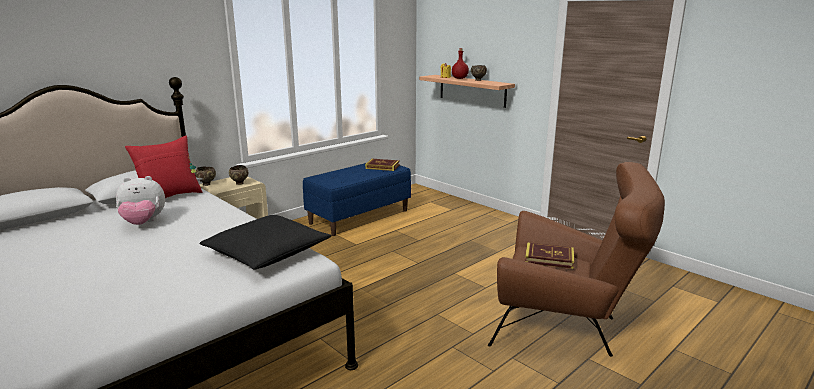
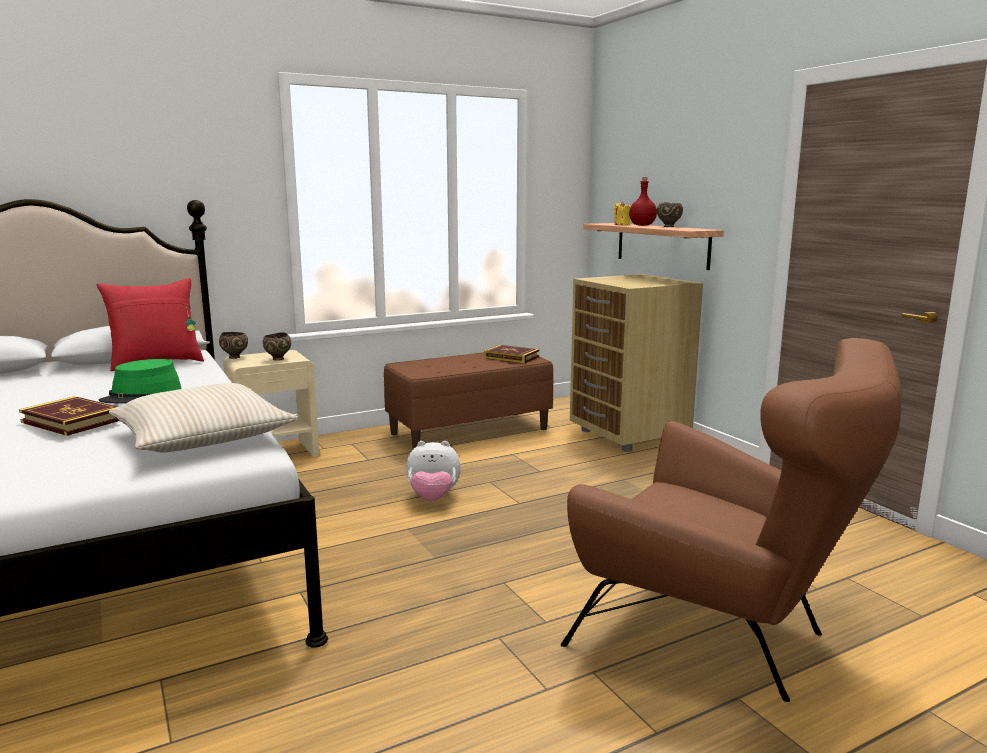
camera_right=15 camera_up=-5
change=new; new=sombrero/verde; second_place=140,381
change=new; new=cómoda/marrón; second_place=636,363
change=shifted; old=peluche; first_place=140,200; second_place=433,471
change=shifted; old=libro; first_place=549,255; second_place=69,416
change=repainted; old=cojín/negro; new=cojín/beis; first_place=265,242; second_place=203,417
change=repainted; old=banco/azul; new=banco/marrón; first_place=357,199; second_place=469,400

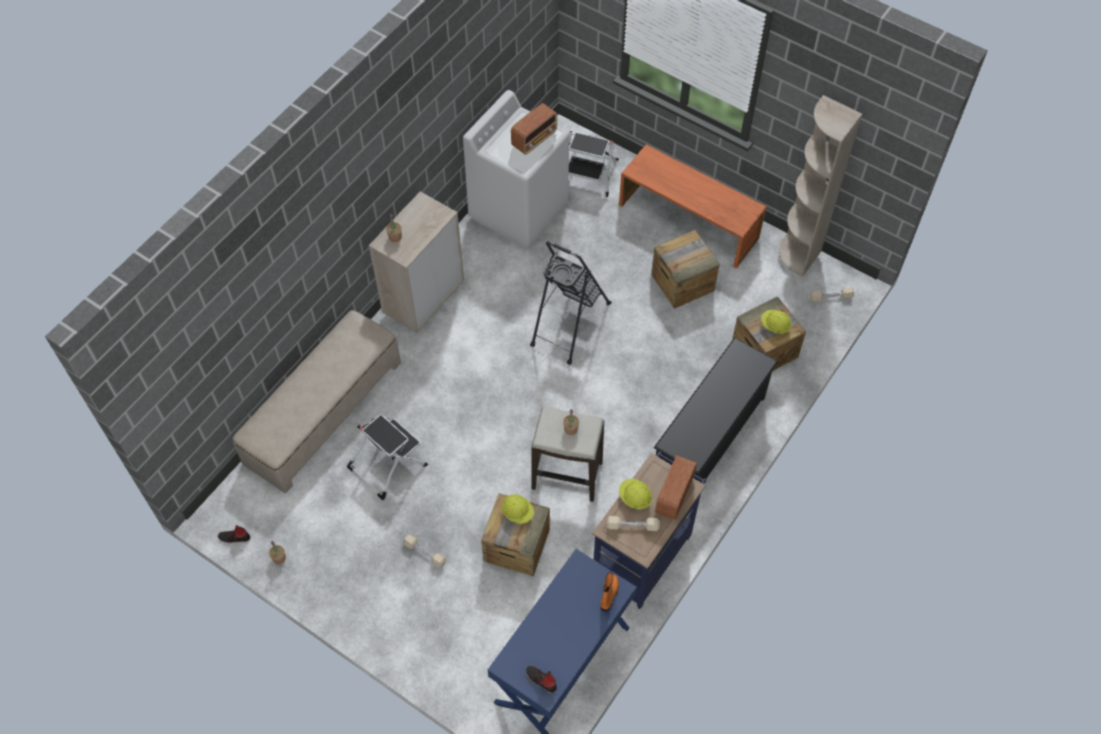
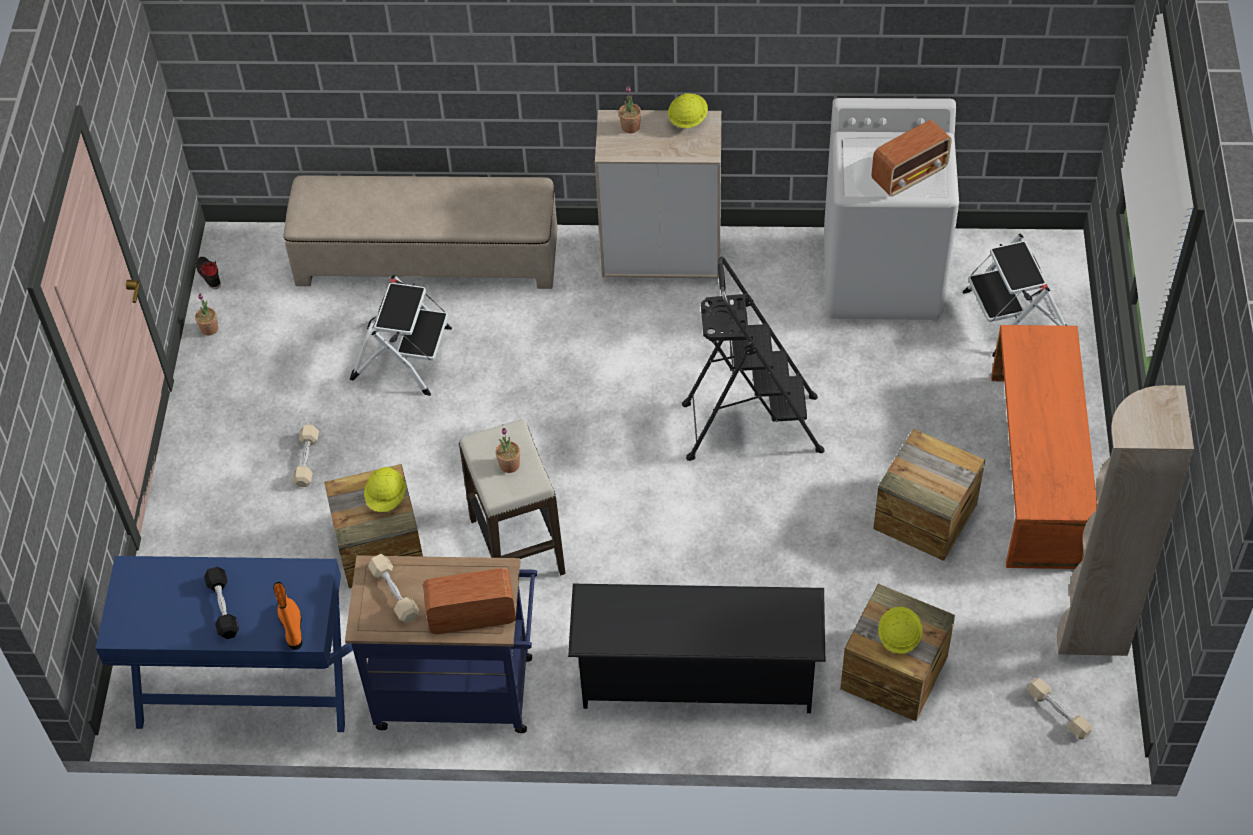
camera_right=60 camera_up=-5
change=gone; old=zapato/negro; first_place=541,679
change=new; new=mancuerna/negro; second_place=221,603
change=shifted; old=casco/amarillo; first_place=635,494; second_place=688,110
change=rotated; old=radio; first_place=534,129; second_place=911,158; degrees=-45
change=rotated; old=bota/naranja; first_place=610,592; second_place=288,616; degrees=-90

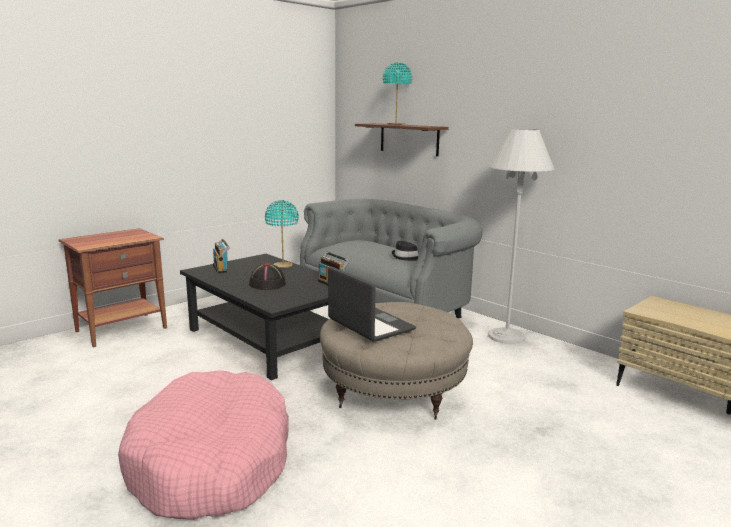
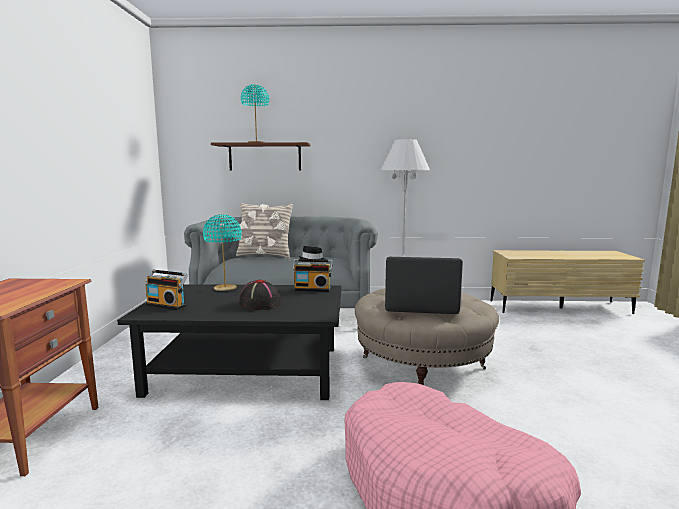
camera_right=-45 camera_up=-5
change=new; new=cojín/beis; second_place=264,230

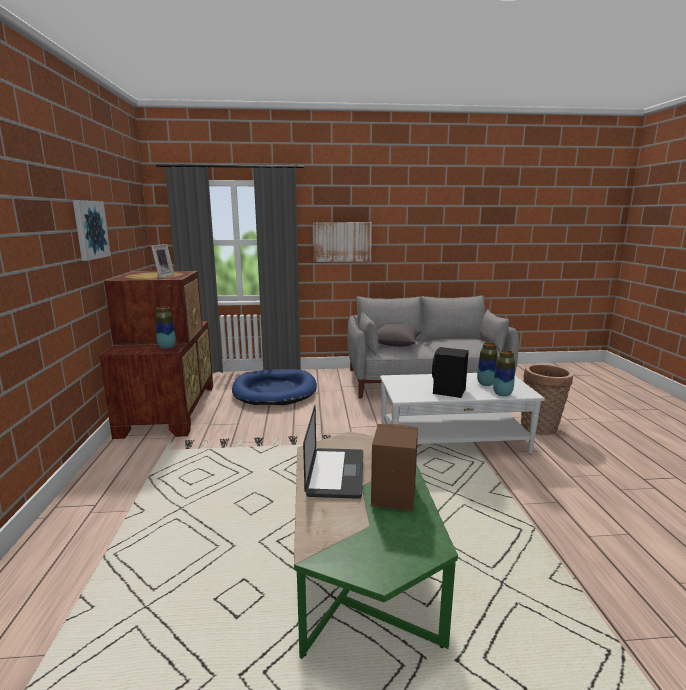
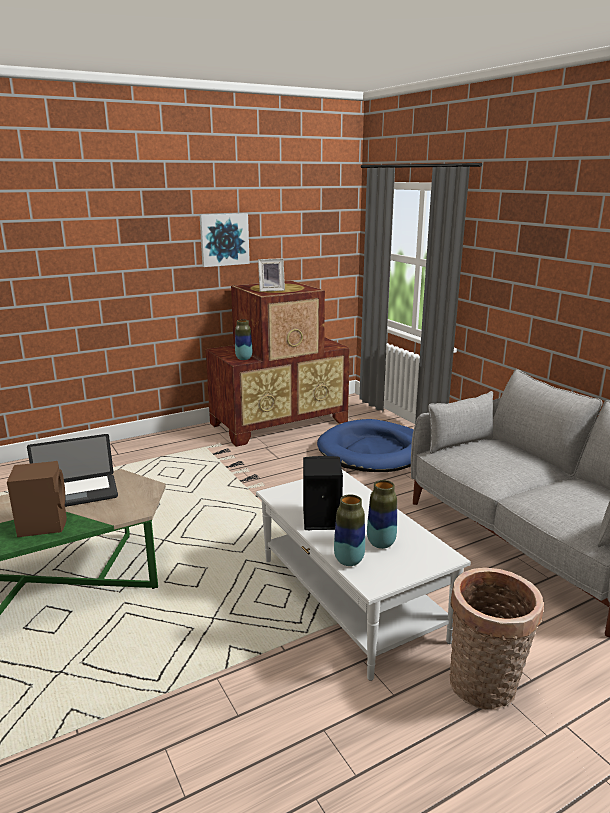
camera_right=65 camera_up=5
change=gone; old=cuadro; first_place=342,242
change=gone; old=cojín/gris; first_place=399,335

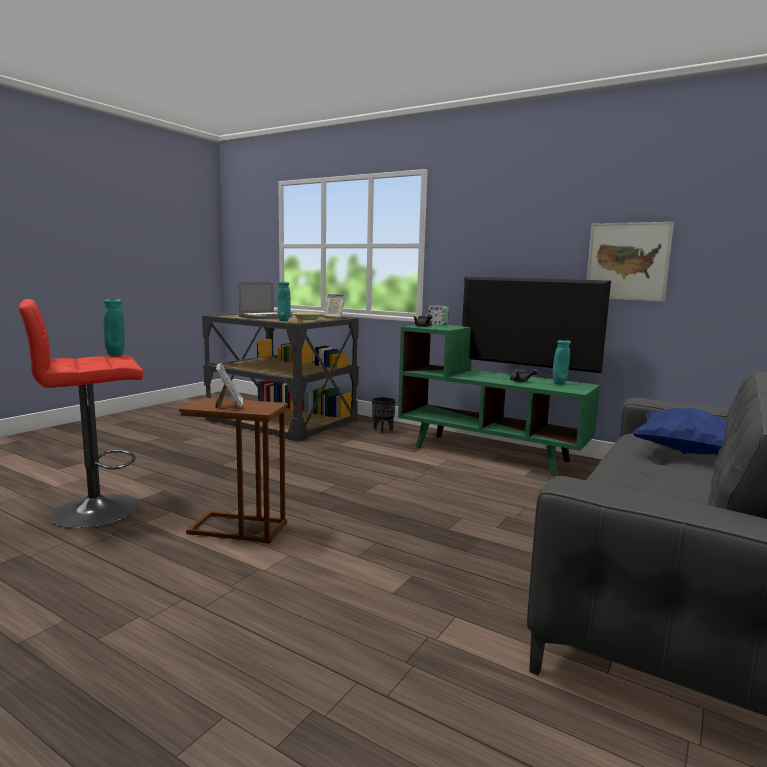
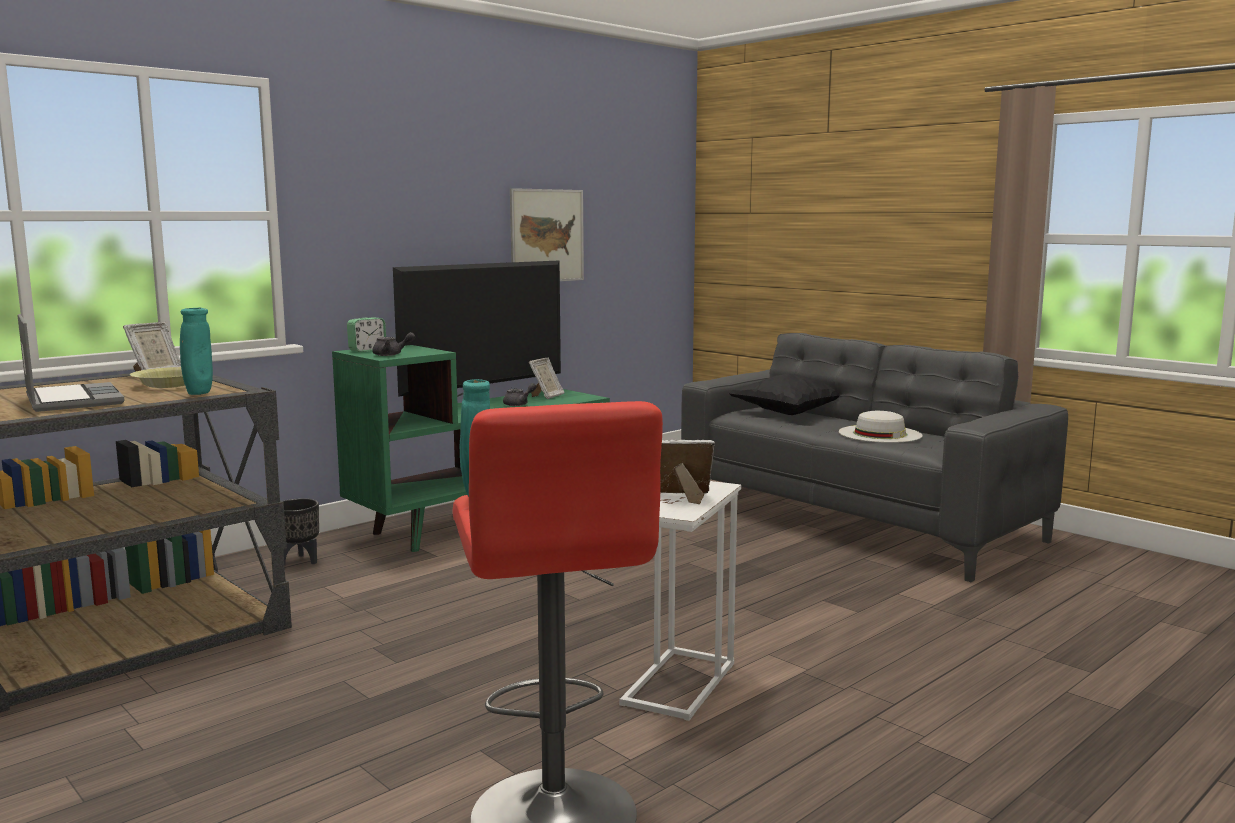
camera_right=-75 camera_up=0
change=new; new=sombrero/blanco; second_place=880,427
change=swapped; old=florero/turquesa; new=portarretratos; first_place=562,362; second_place=546,378
change=repainted; old=mesa auxiliar/marrón; new=mesa auxiliar/blanco; first_place=233,471; second_place=680,601
change=repainted; old=cojín/azul; new=cojín/negro; first_place=679,431; second_place=784,394

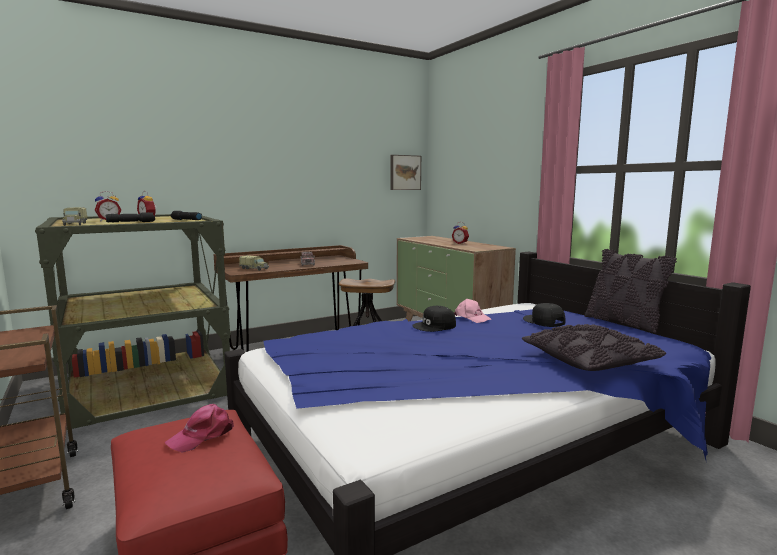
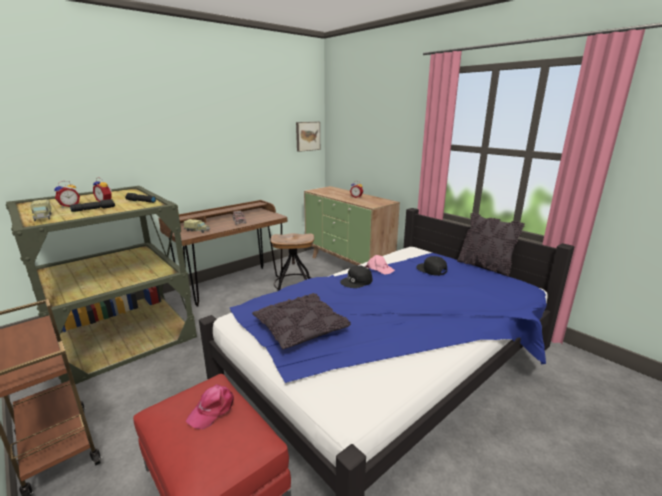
camera_right=-10 camera_up=10
change=shifted; old=cojín/negro; first_place=594,347; second_place=301,321

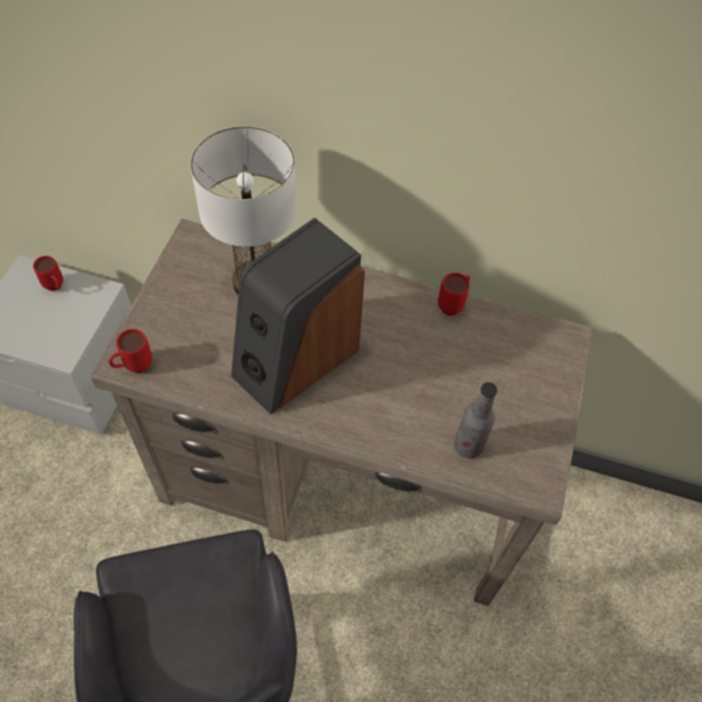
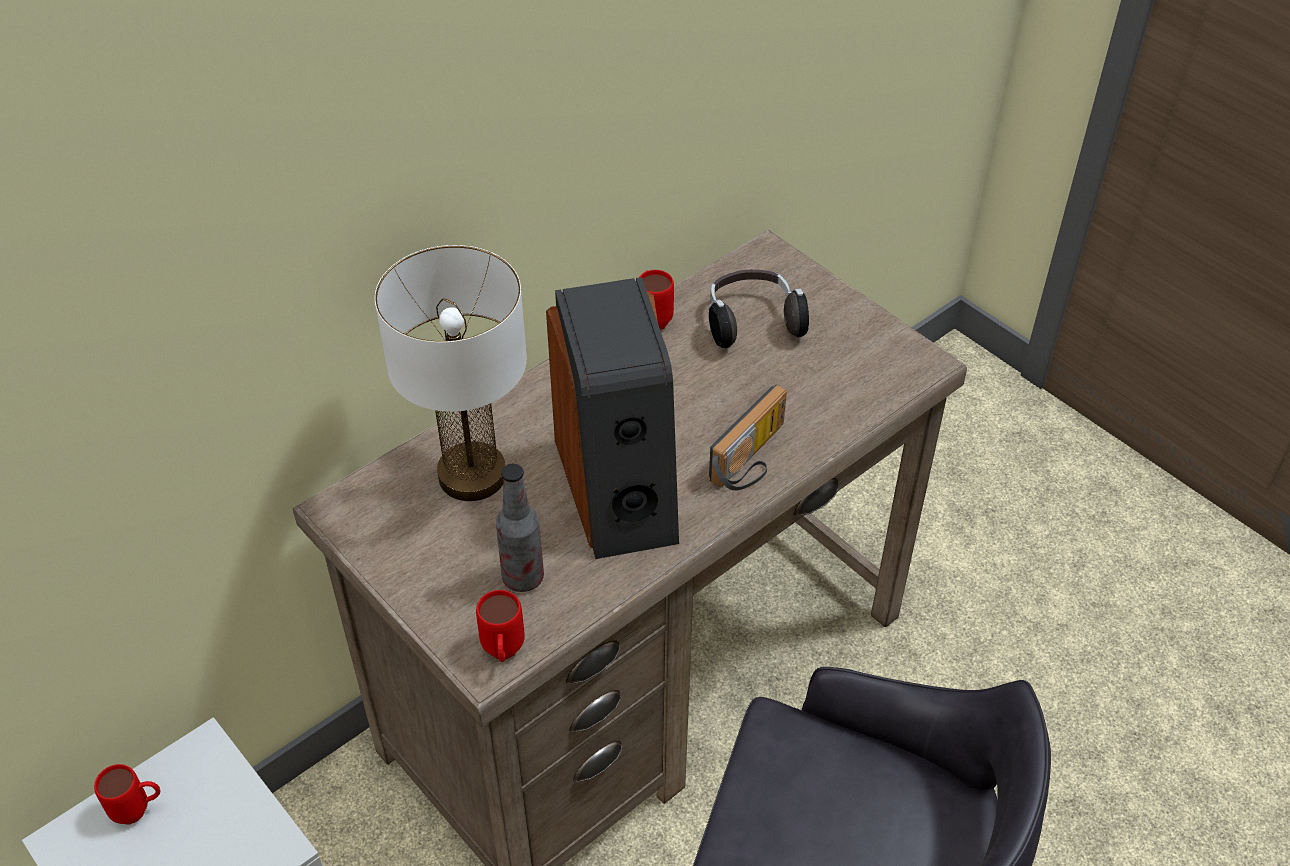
camera_right=-55 camera_up=-10
change=new; new=auriculares; second_place=758,309
change=new; new=radio; second_place=748,438
change=shifted; old=botella; first_place=476,420; second_place=520,528

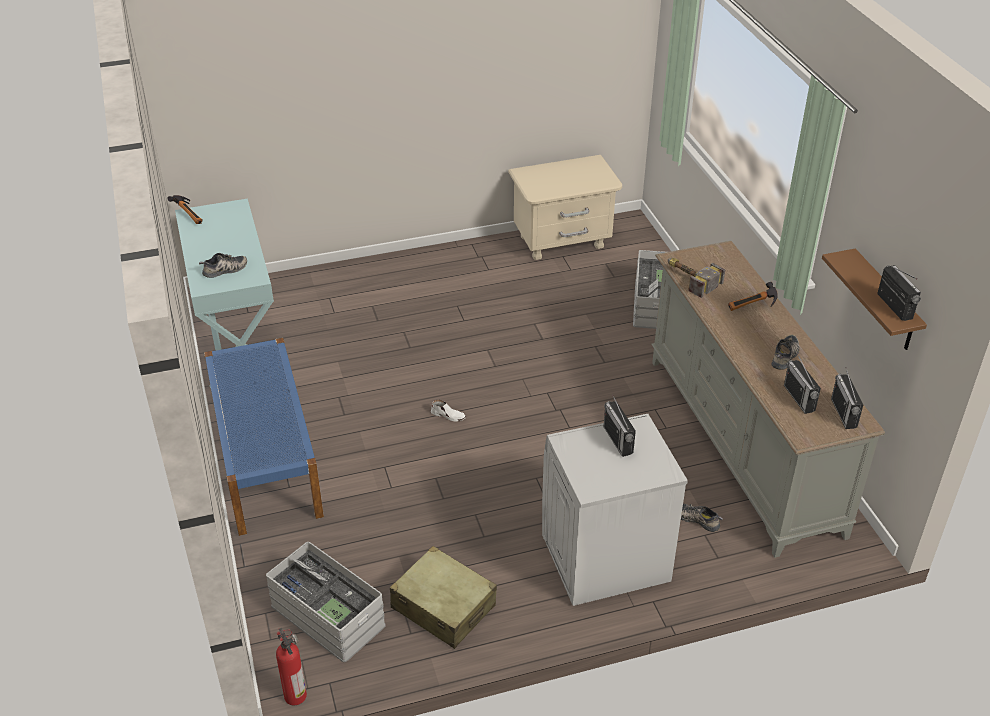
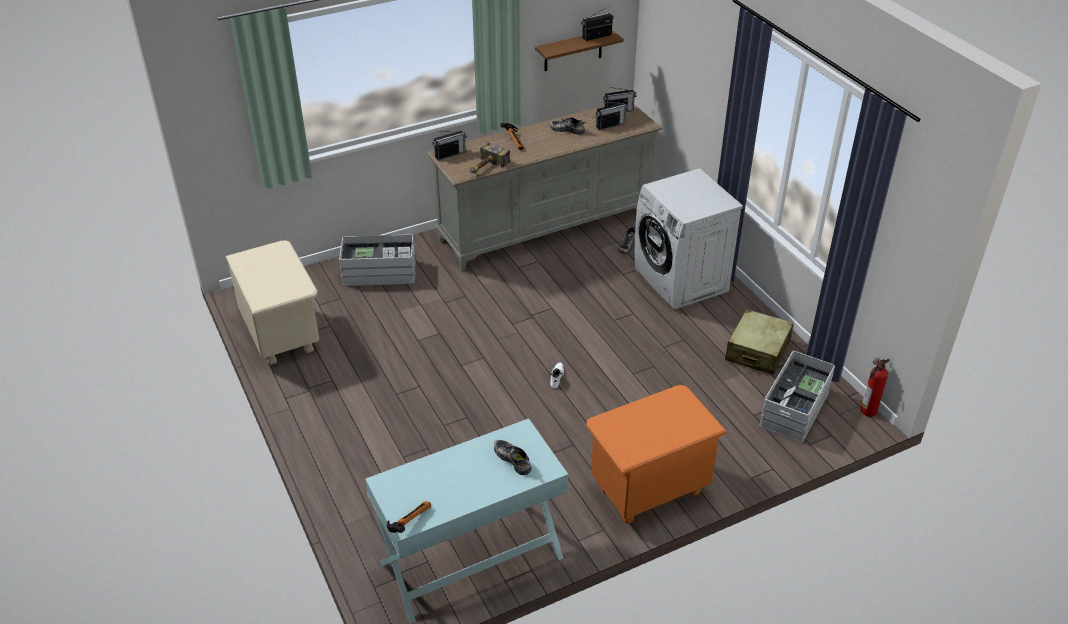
camera_right=-100 camera_up=0
change=shifted; old=radio; first_place=620,426; second_place=449,145
change=swapped; old=banco/azul; new=mesita de noche/naranja; first_place=264,437; second_place=656,454

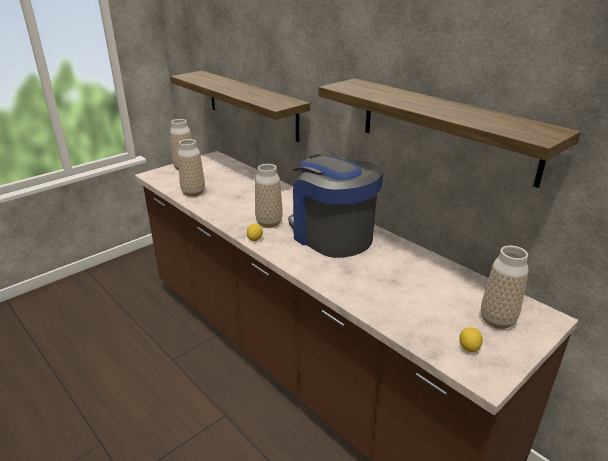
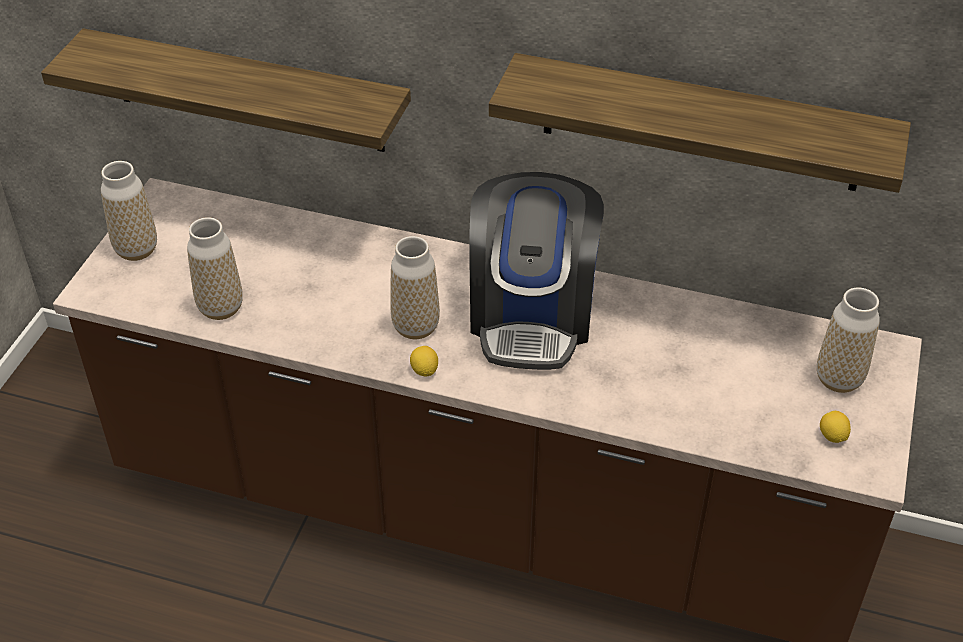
camera_right=-30 camera_up=15
change=rotated; old=cafetera; first_place=335,206; second_place=536,271; degrees=-105

